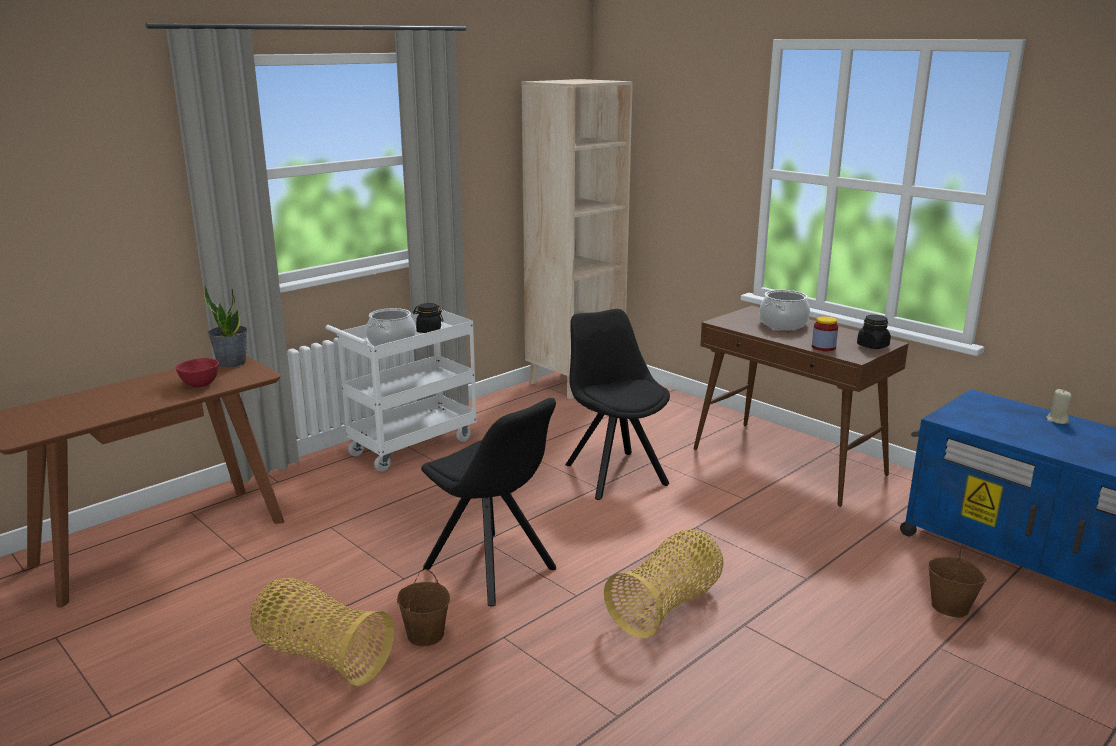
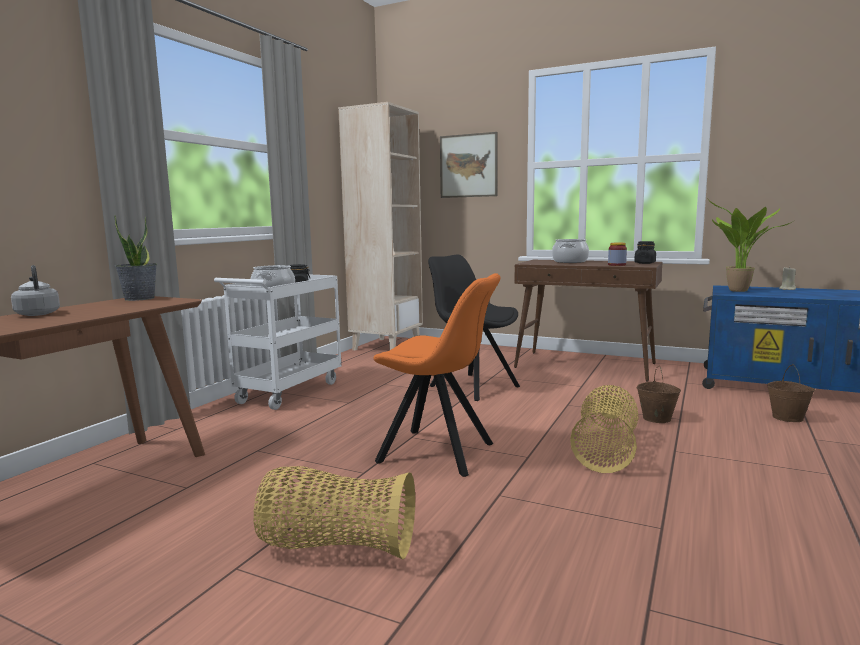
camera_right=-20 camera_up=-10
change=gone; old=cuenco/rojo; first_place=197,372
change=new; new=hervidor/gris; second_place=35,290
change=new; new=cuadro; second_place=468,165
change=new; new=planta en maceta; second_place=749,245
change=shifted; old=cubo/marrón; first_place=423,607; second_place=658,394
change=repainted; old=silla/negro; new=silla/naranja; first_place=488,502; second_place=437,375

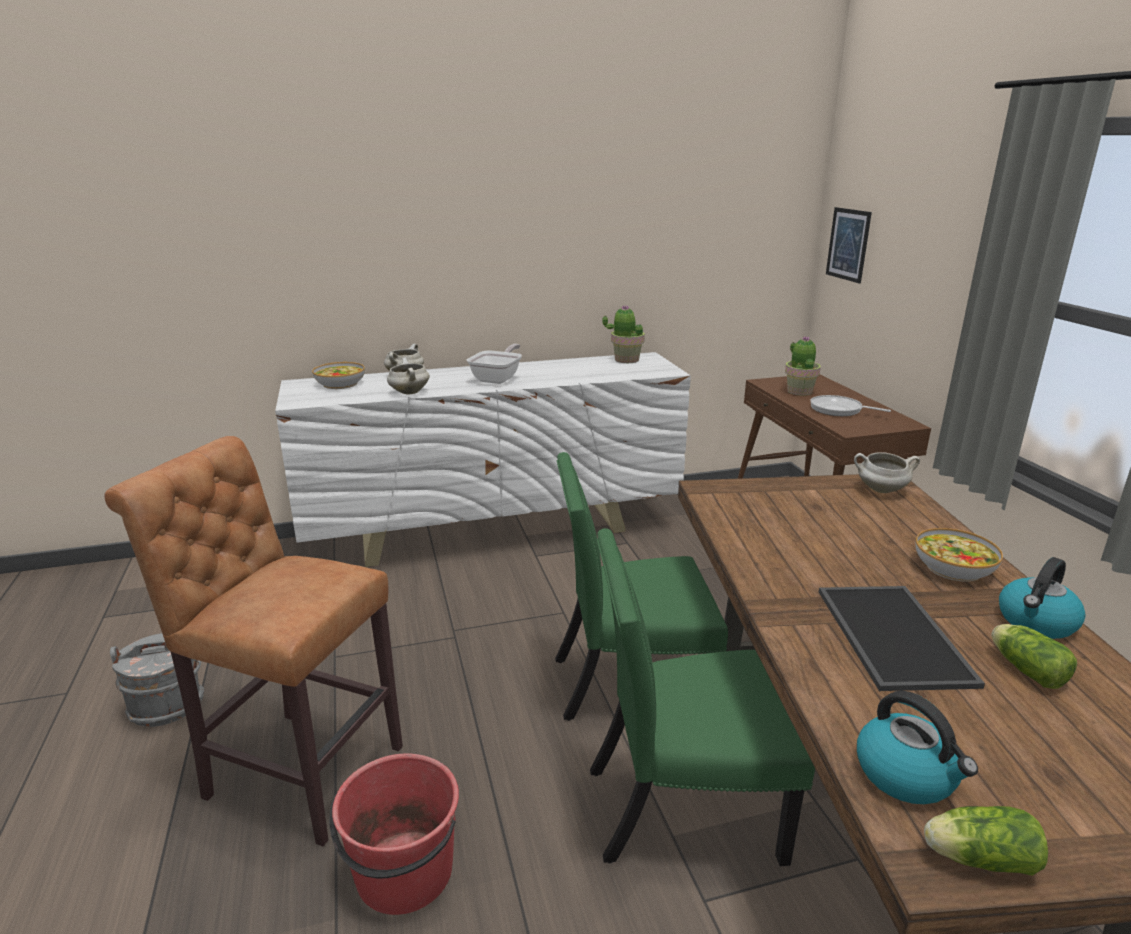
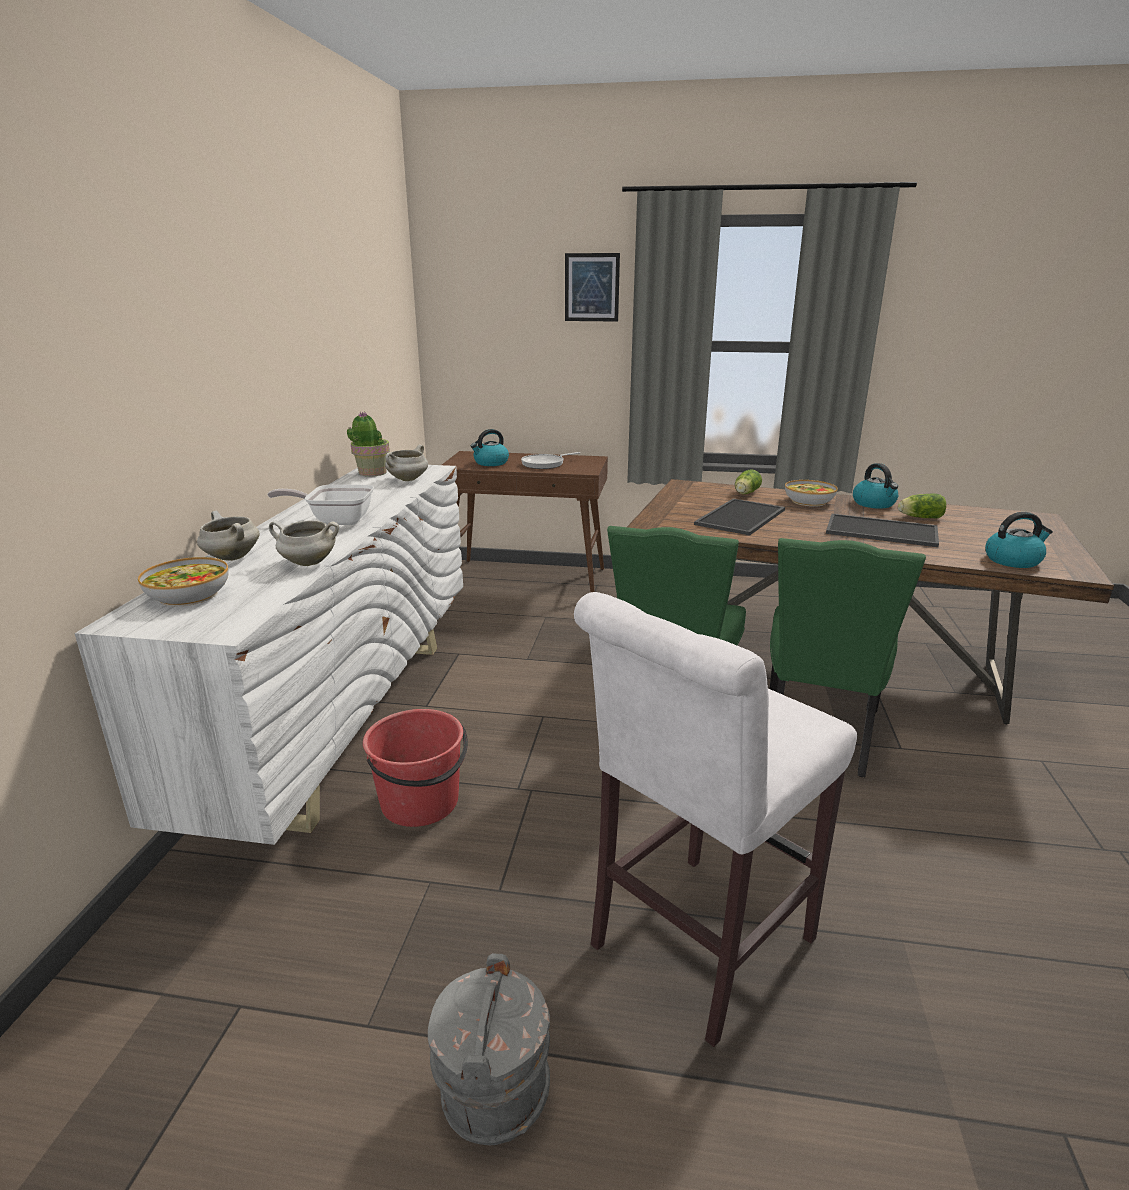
camera_right=-65 camera_up=0
change=new; new=bandeja; second_place=739,517
change=shifted; old=cubo/rojo; first_place=394,834; second_place=415,768
change=shifted; old=cuadro; first_place=849,245; second_place=592,287
change=shifted; old=olla/blanco; first_place=887,472; second_place=406,463
change=shifted; old=lechuga; first_place=986,841; second_place=748,481
change=swapped; old=planta en maceta; new=hervidor; first_place=803,366; second_place=489,447
change=repainted; old=taburete/marrón; new=taburete/blanco; first_place=253,641; second_place=715,819
change=rotated; old=sartén; first_place=494,364; second_place=321,504; degrees=-45

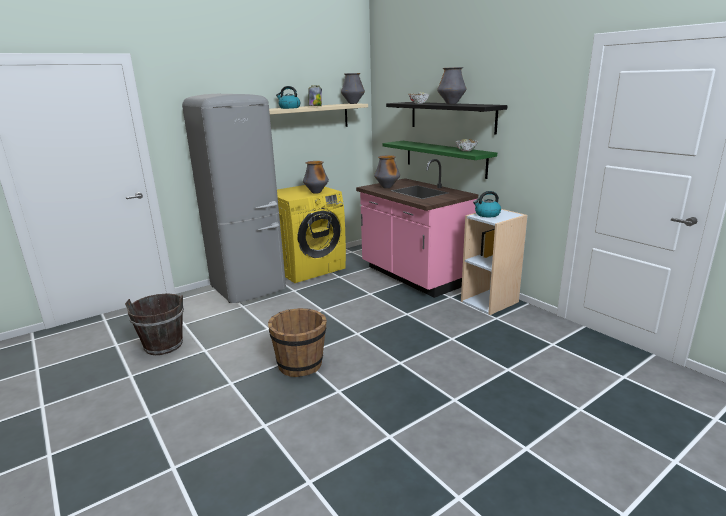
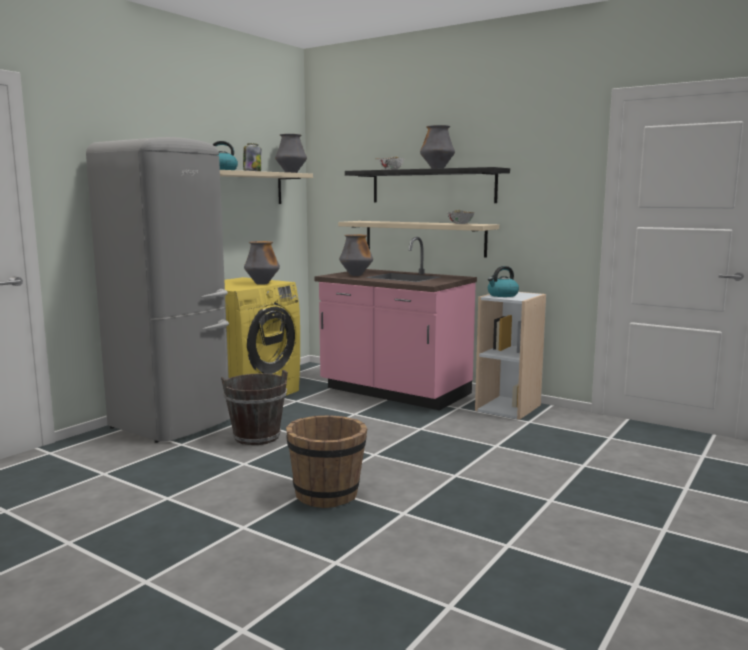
camera_right=-20 camera_up=-10
change=shifted; old=cubo/marrón; first_place=154,324; second_place=254,407
change=repainted; old=estante/verde; new=estante/beis; first_place=440,160; second_place=418,239

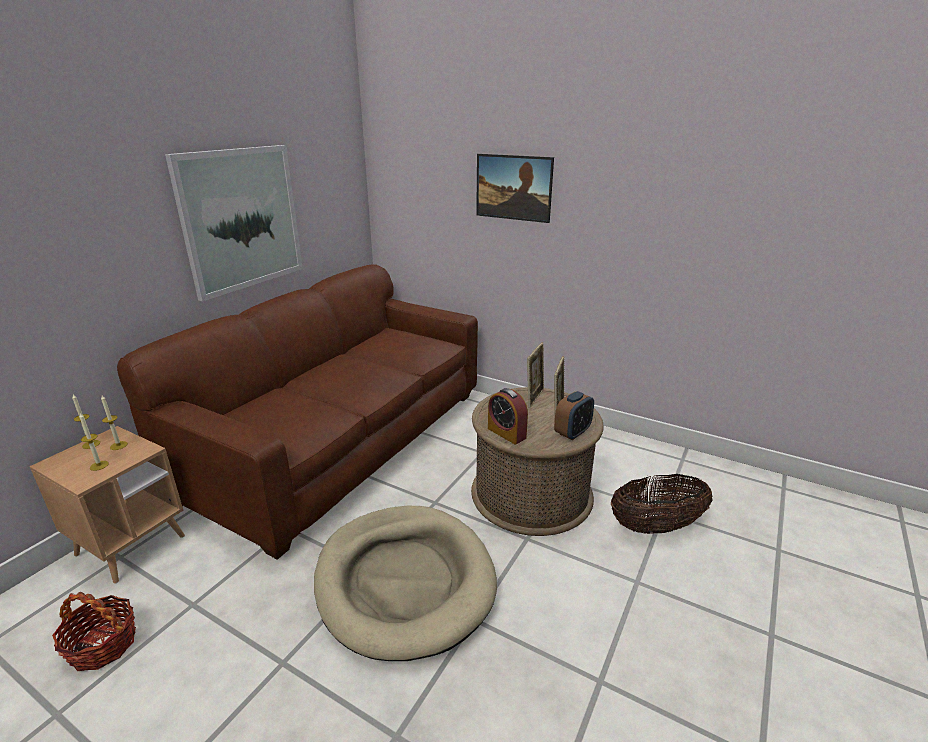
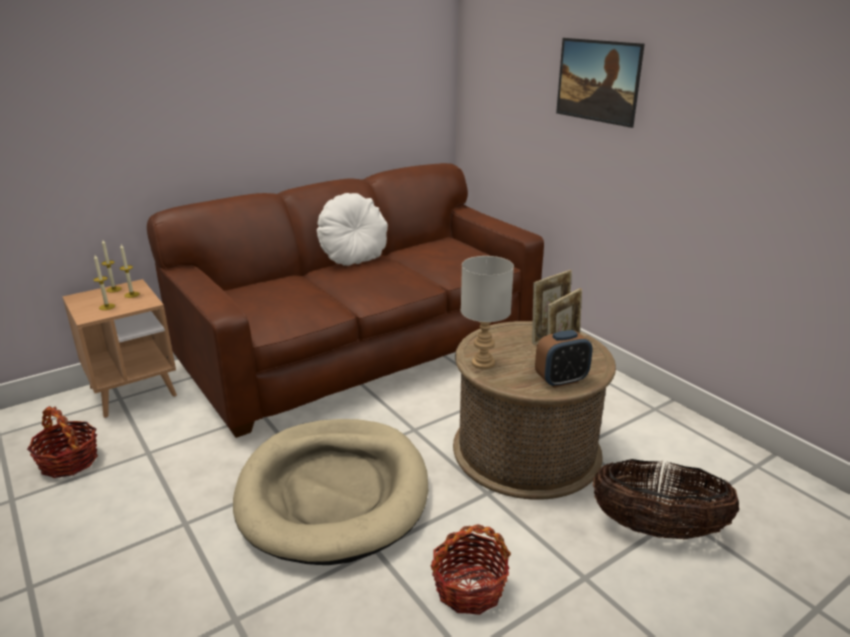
camera_right=25 camera_up=0
change=gone; old=cuadro; first_place=234,223
change=new; new=cojín/blanco; second_place=352,229
change=new; new=cesta; second_place=470,569
change=swapped; old=despertador; new=lámpara de mesa/gris; first_place=508,416; second_place=487,312

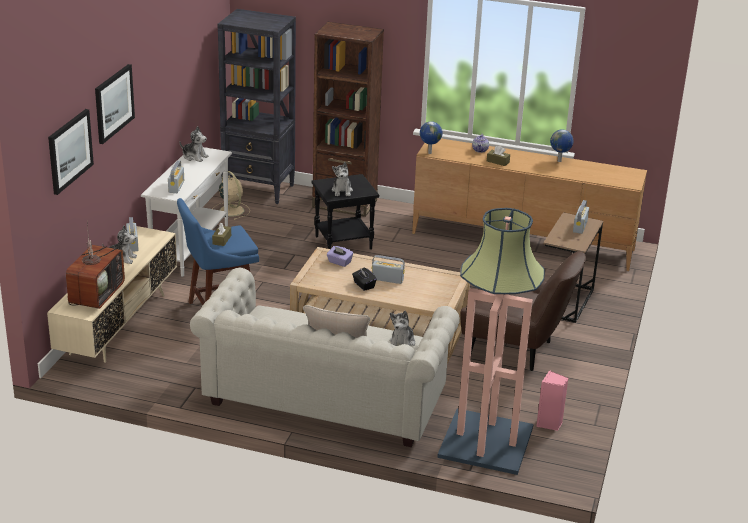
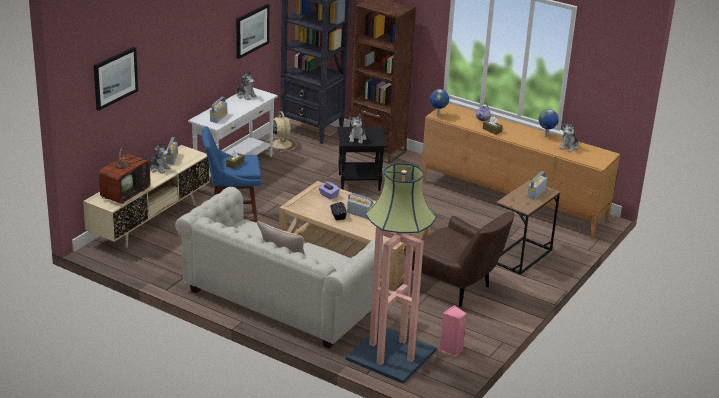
camera_right=15 camera_up=0
change=shifted; old=cuadro; first_place=115,104; second_place=252,31
change=shifted; old=peluche; first_place=402,328; second_place=569,137

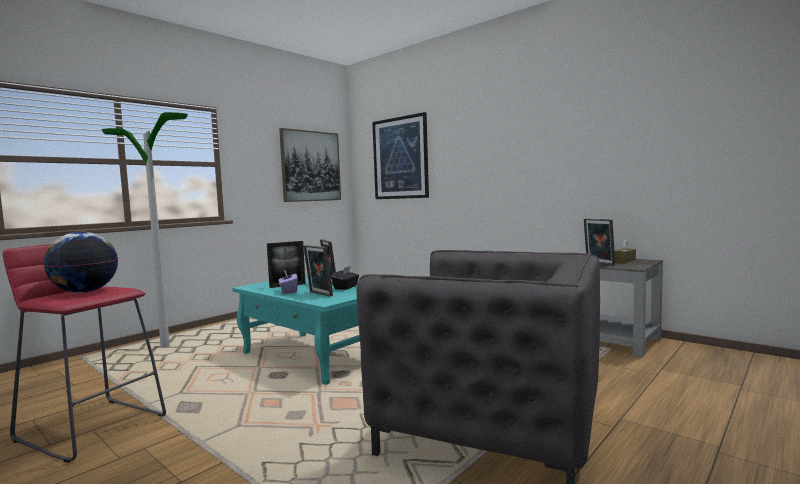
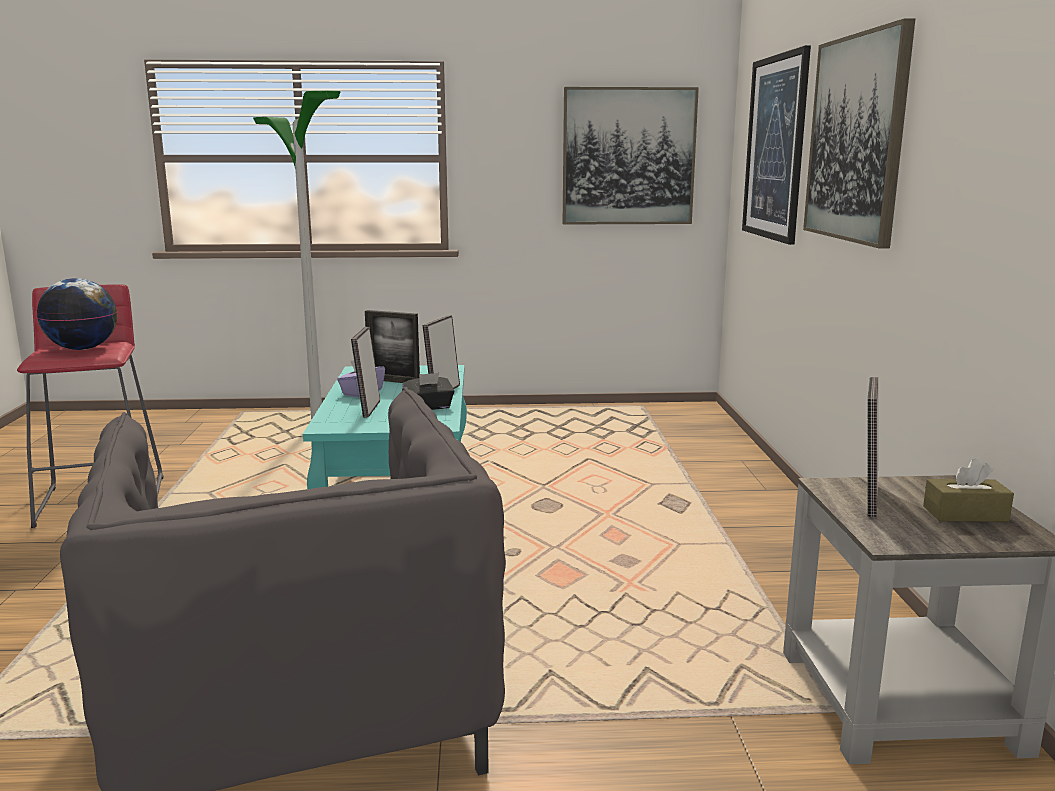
camera_right=45 camera_up=10
change=new; new=cuadro; second_place=859,134

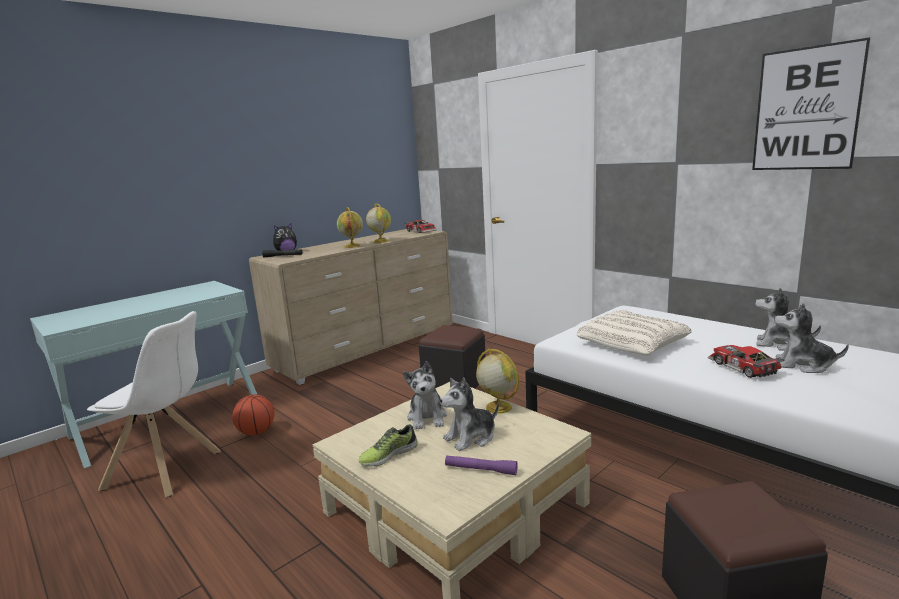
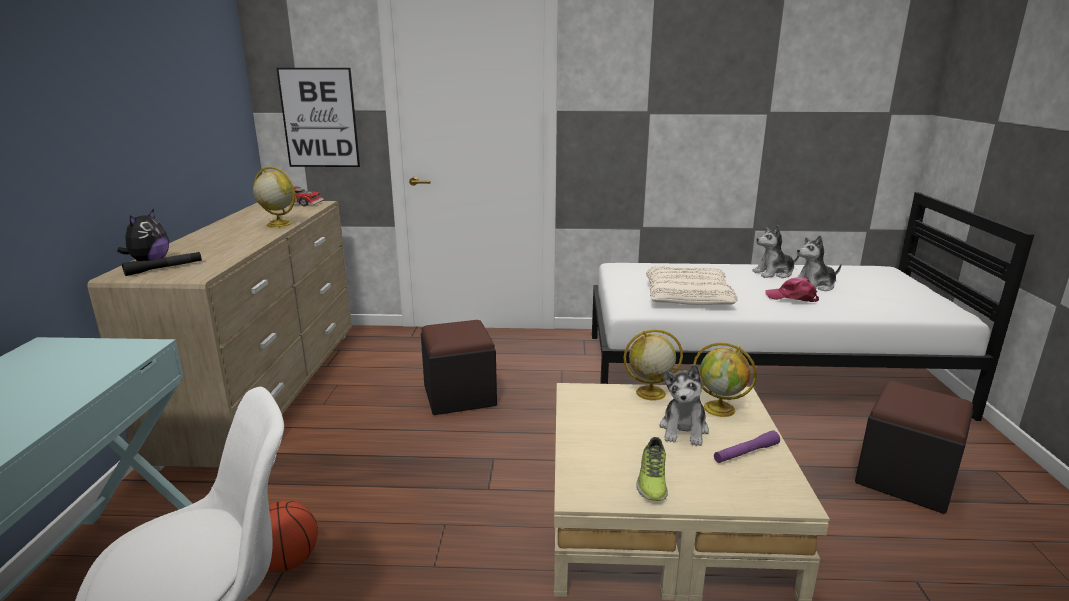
camera_right=-45 camera_up=5
change=gone; old=peluche; first_place=425,395
change=shifted; old=globo terráqueo; first_place=350,227; second_place=725,379
change=shifted; old=cuadro; first_place=811,103; second_place=318,117
change=swapped; old=coche de juguete; new=gorra/rosa; first_place=746,361; second_place=792,289

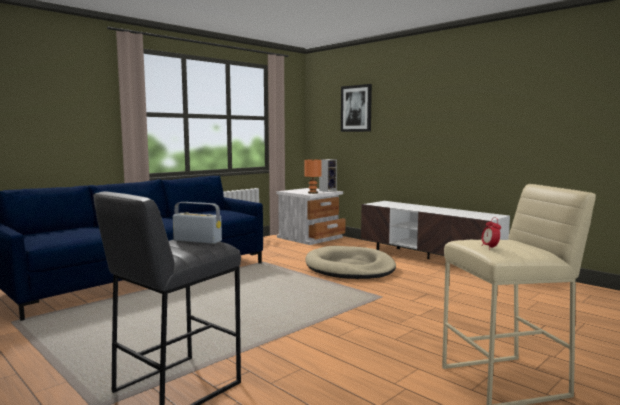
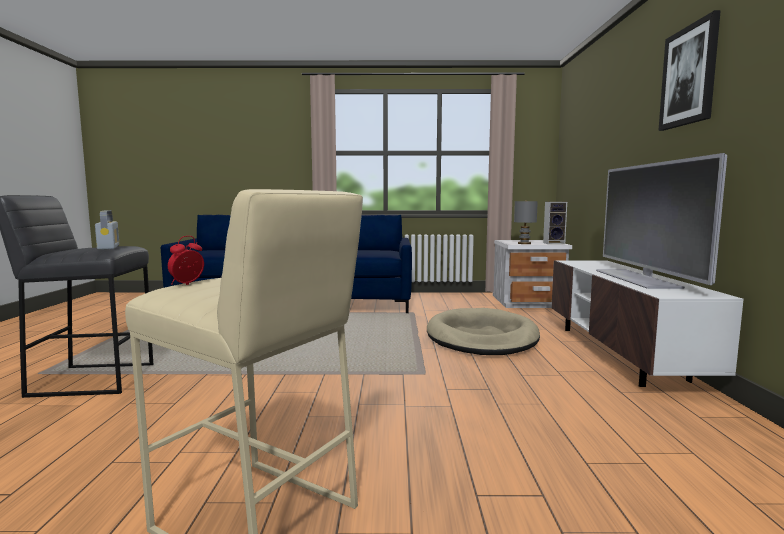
camera_right=45 camera_up=0
change=new; new=televisor; second_place=661,221
change=shifted; old=cuadro; first_place=356,108; second_place=689,70
change=repainted; old=lámpara de mesa/naranja; new=lámpara de mesa/gris; first_place=313,177; second_place=526,222

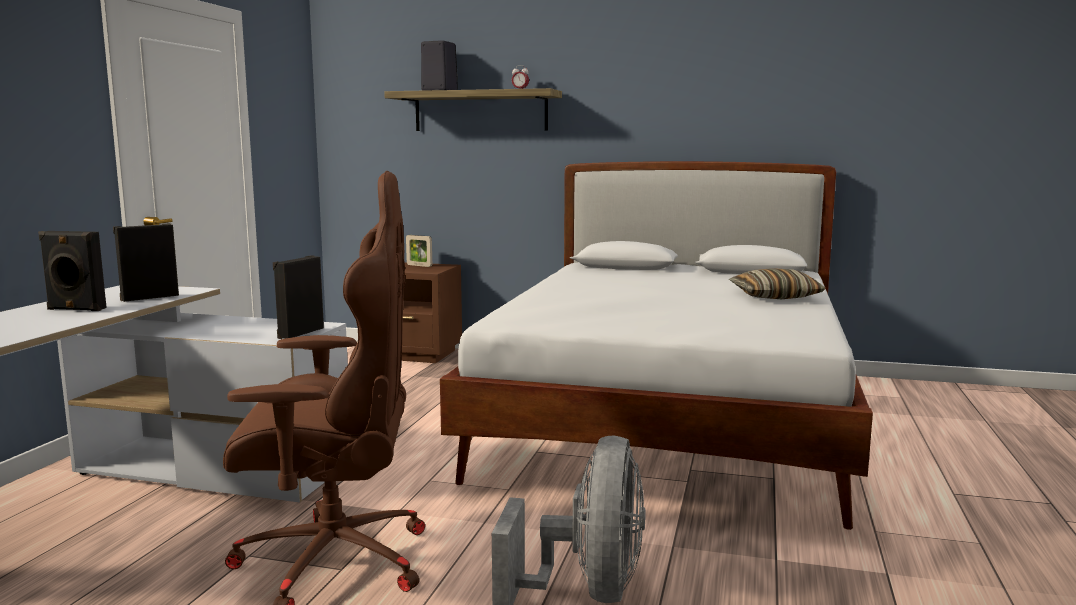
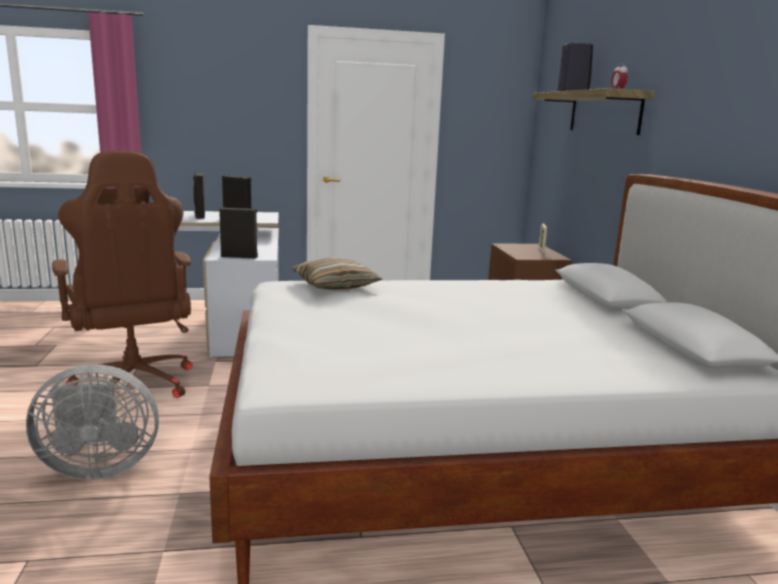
camera_right=65 camera_up=5
change=shifted; old=cojín; first_place=777,283; second_place=337,273

